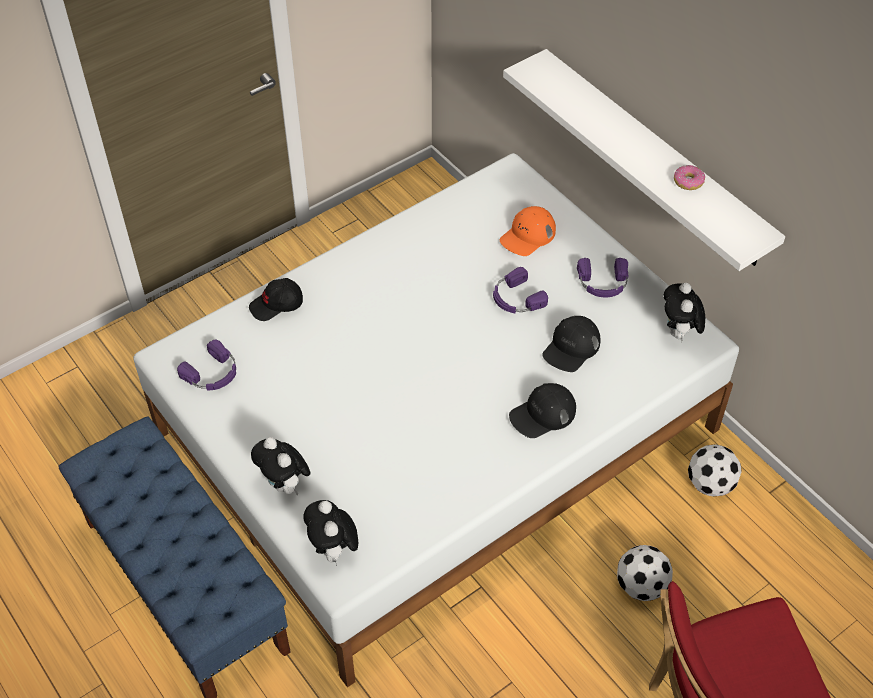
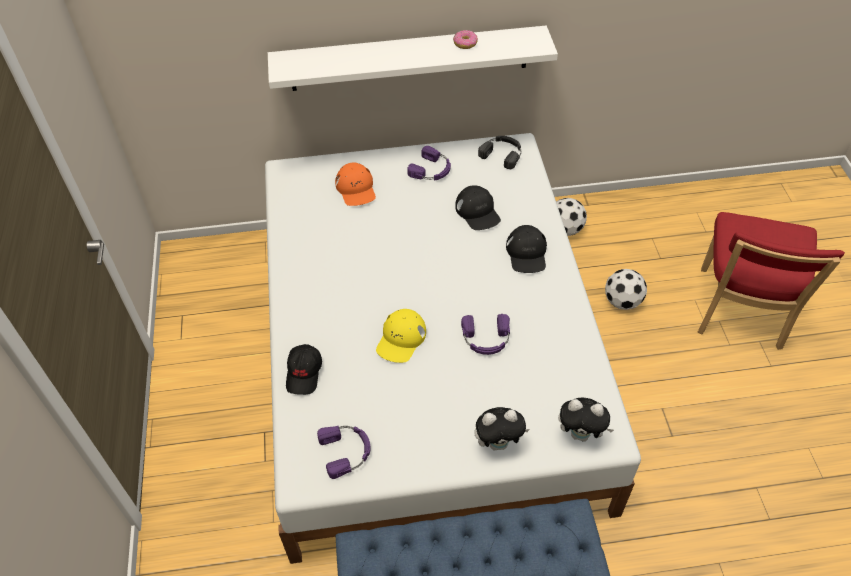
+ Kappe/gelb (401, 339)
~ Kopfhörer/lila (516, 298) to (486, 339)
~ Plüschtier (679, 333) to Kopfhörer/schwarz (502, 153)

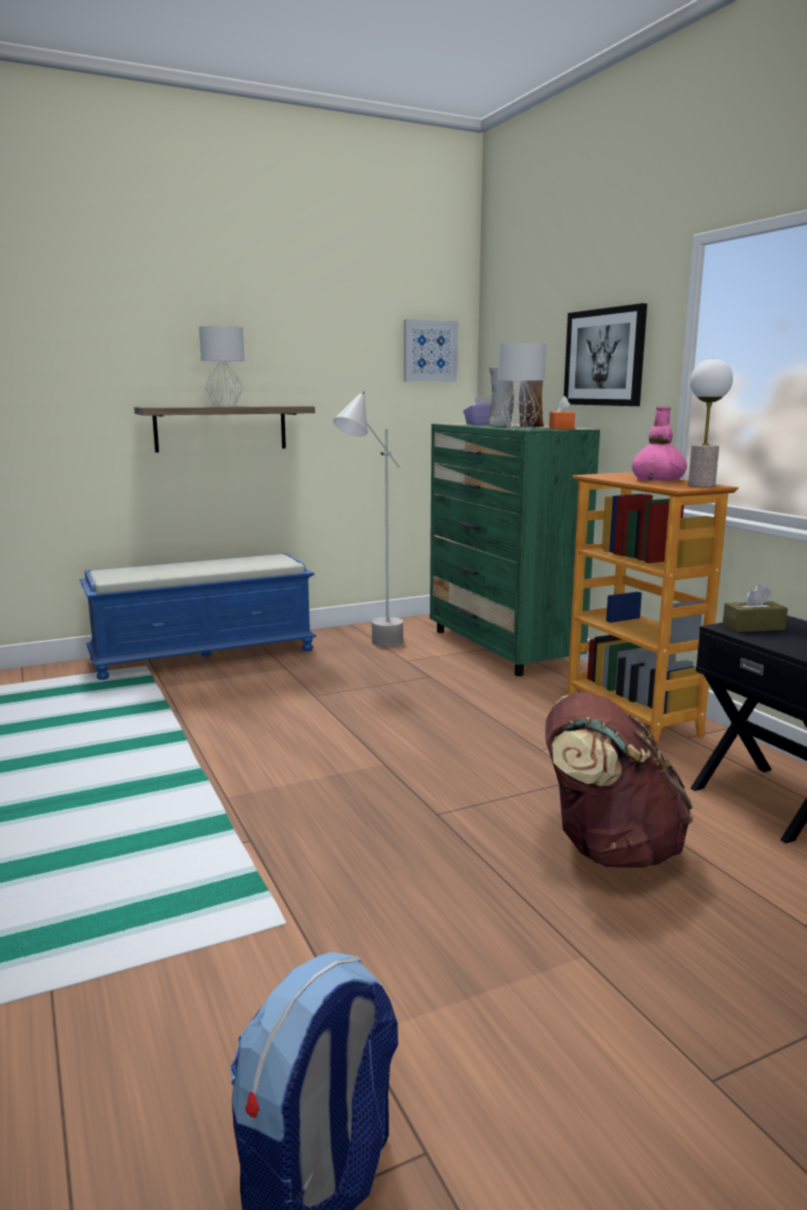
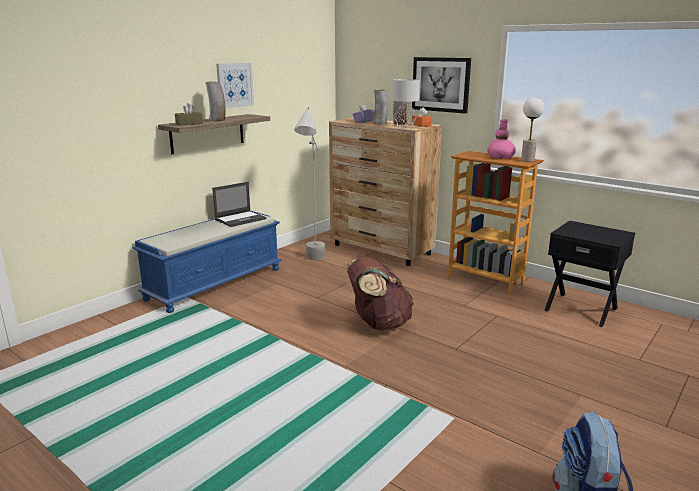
+ Laptop (241, 219)
~ Bild (430, 351) to (234, 85)
~ Rucksack/braun (608, 849) to (378, 324)
~ Taschentuchbox/braun (753, 627) to (189, 124)
~ Tischlampe/grau (224, 406) to Vase (217, 120)
~ Kommode/grün (502, 648) to Kommode/braun (381, 250)

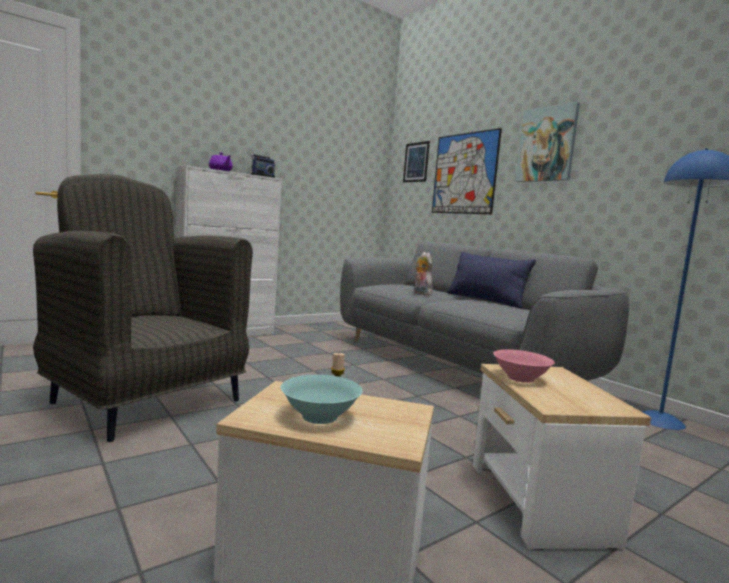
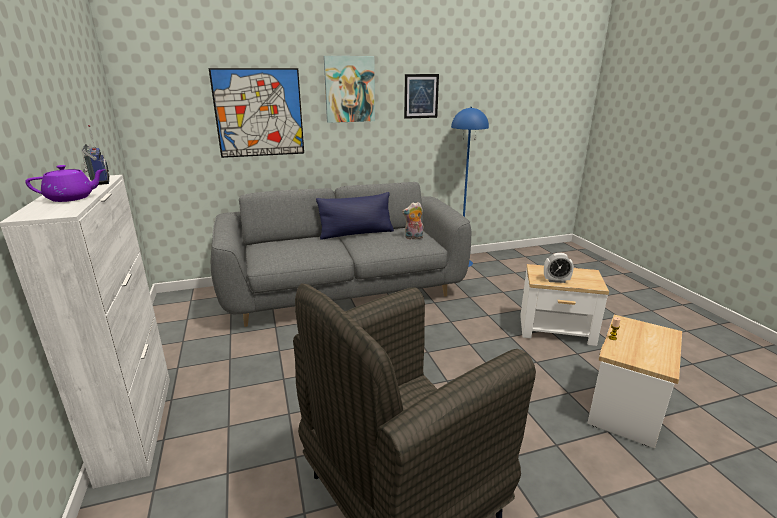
- Schüssel/türkis (318, 416)
~ Bild (416, 162) to (421, 96)
~ Plüschtier (421, 294) to (413, 238)
~ Schüssel/rosa (521, 378) to Wecker (556, 280)

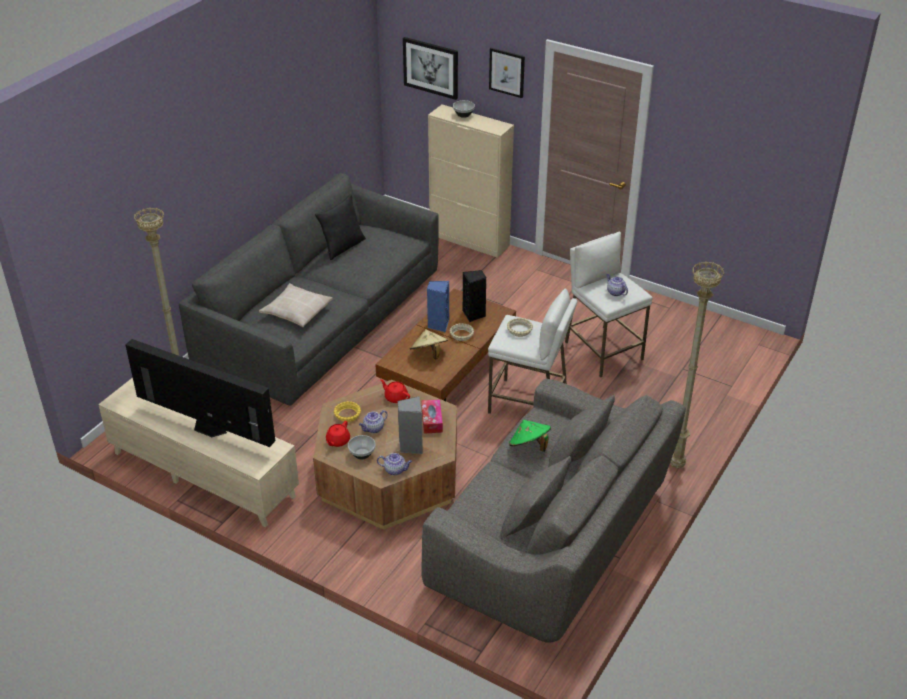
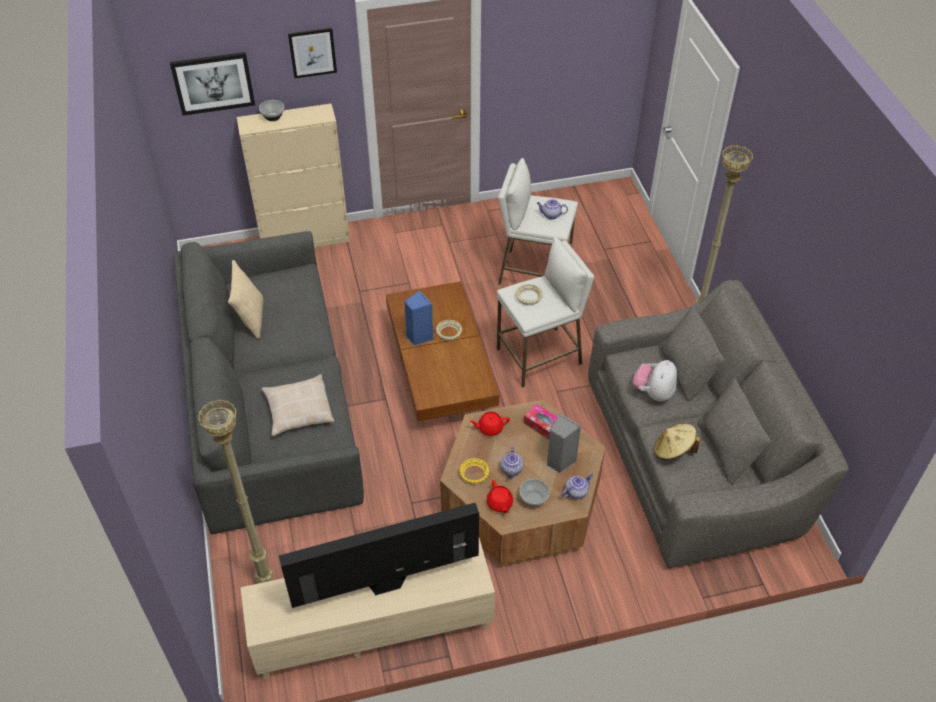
- Lautsprecher/schwarz (474, 315)
~ Hut/beige (429, 354) to (673, 450)
~ Hut/grün (529, 446) to Plüschtier (653, 392)
~ Kissen/schwarz (342, 246) to Kissen/beige (250, 318)

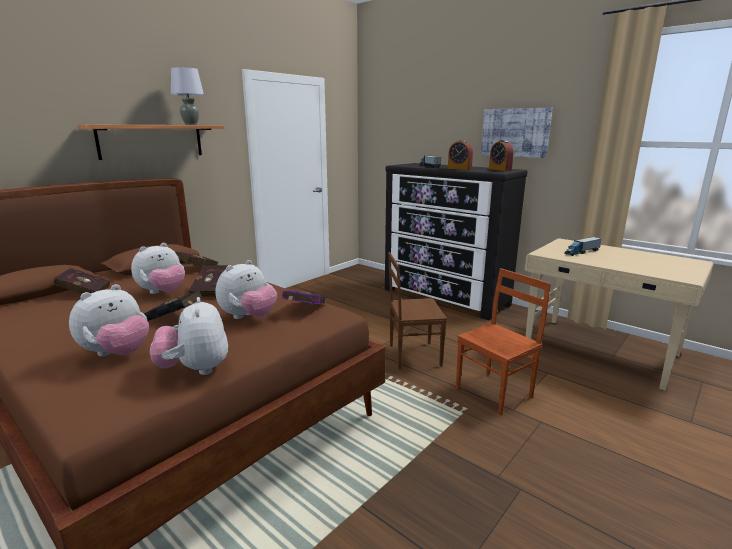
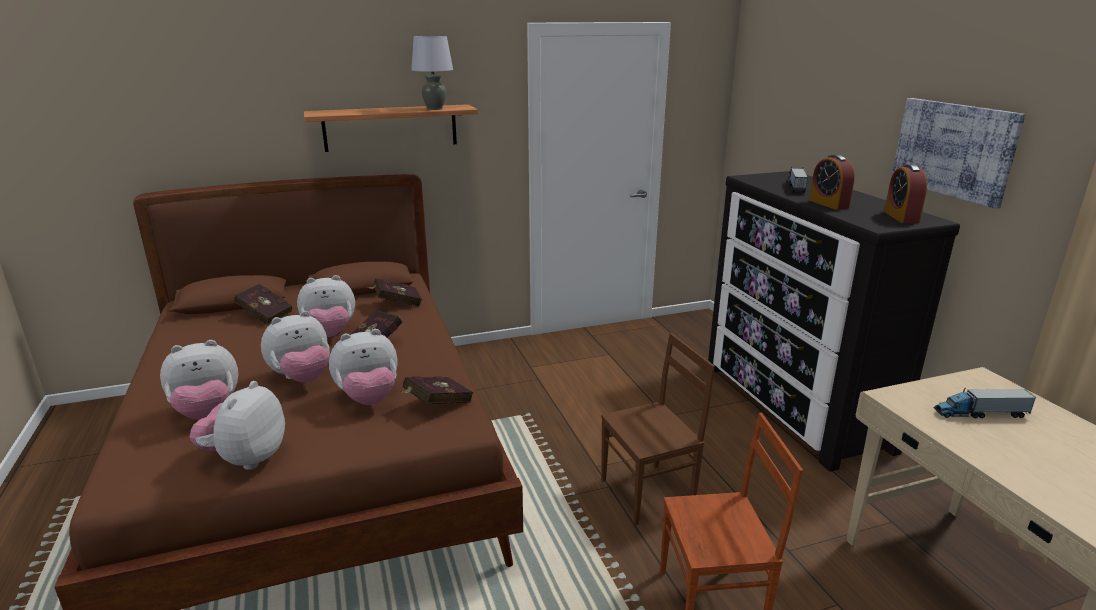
~ Buch/schwarz (177, 318) to Plüschtier (302, 378)
~ Buch/lila (304, 310) to Buch/rot (436, 405)
~ Stuhl/braun (413, 355) = (649, 494) 135 degrees clockwise

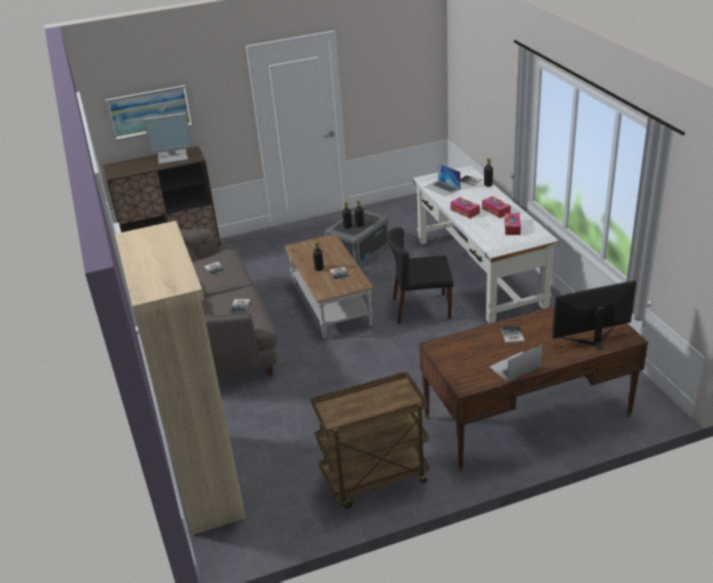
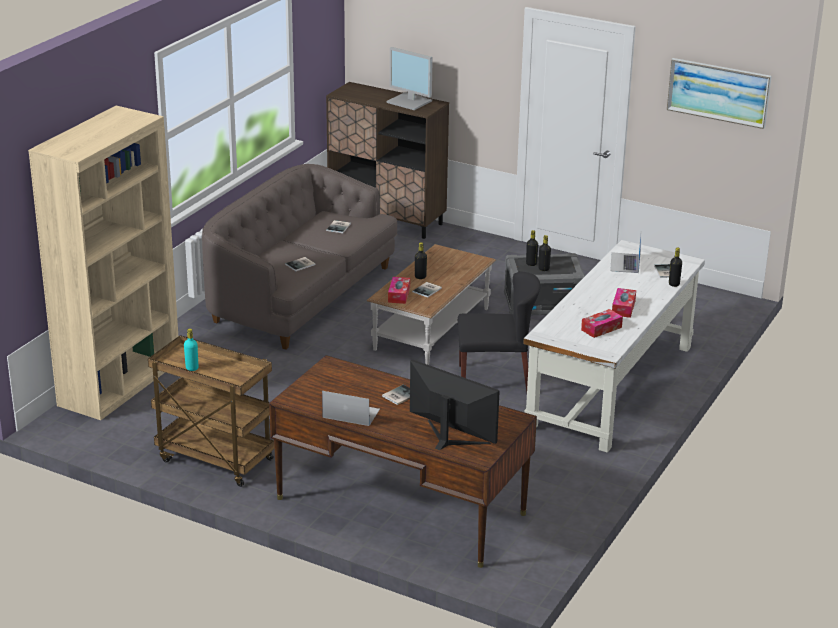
+ Flasche/türkis (192, 368)
~ Bild (150, 112) to (718, 92)
~ Taschentuchbox (464, 211) to (399, 295)
~ Stuhl/schwarz (421, 308) = (495, 379) 135 degrees clockwise

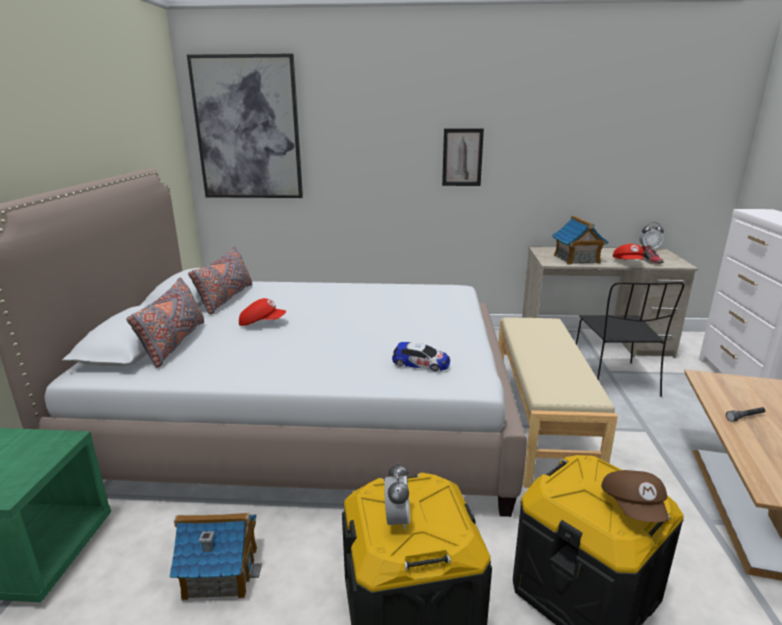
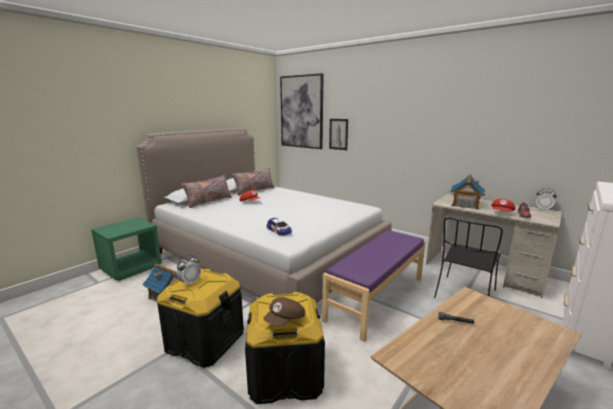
~ Bild (462, 157) to (338, 134)
~ Bank/beige (539, 423) to Bank/lila (376, 298)

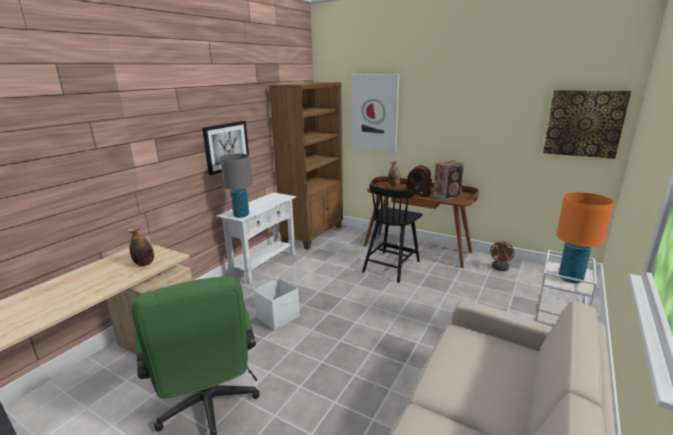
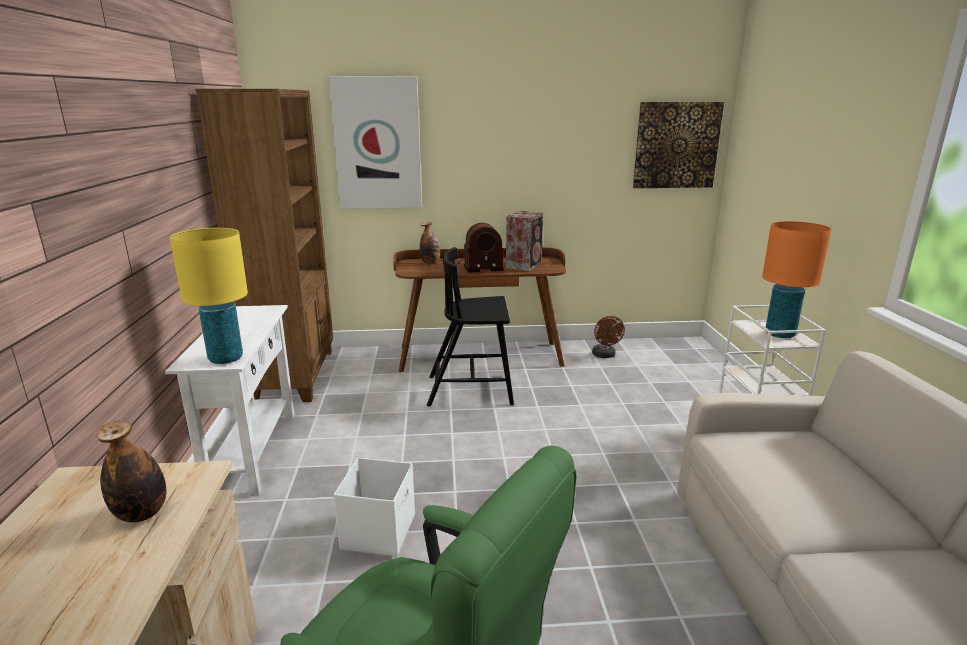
- Bild (226, 146)
~ Tischlampe/grau (241, 215) to Tischlampe/gelb (226, 358)
~ Stuhl/schwarz (391, 266) = (472, 390) 90 degrees clockwise

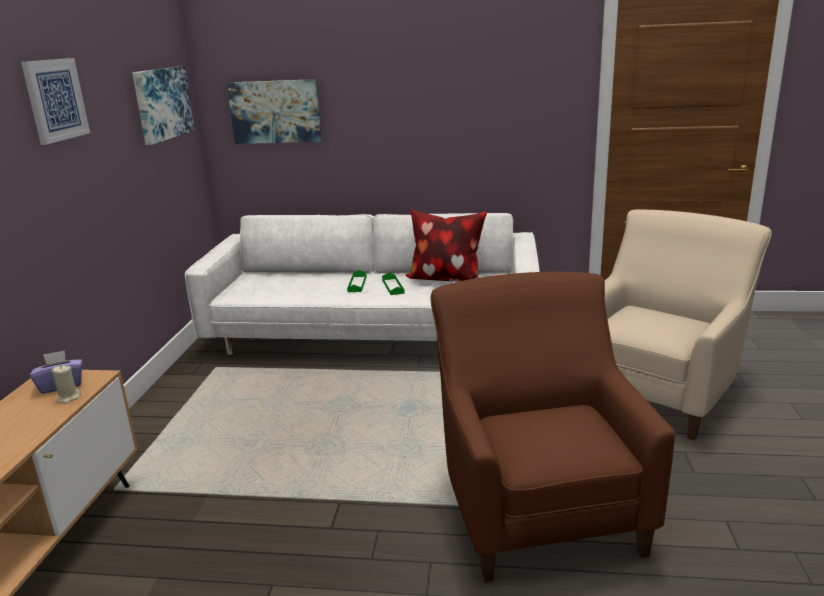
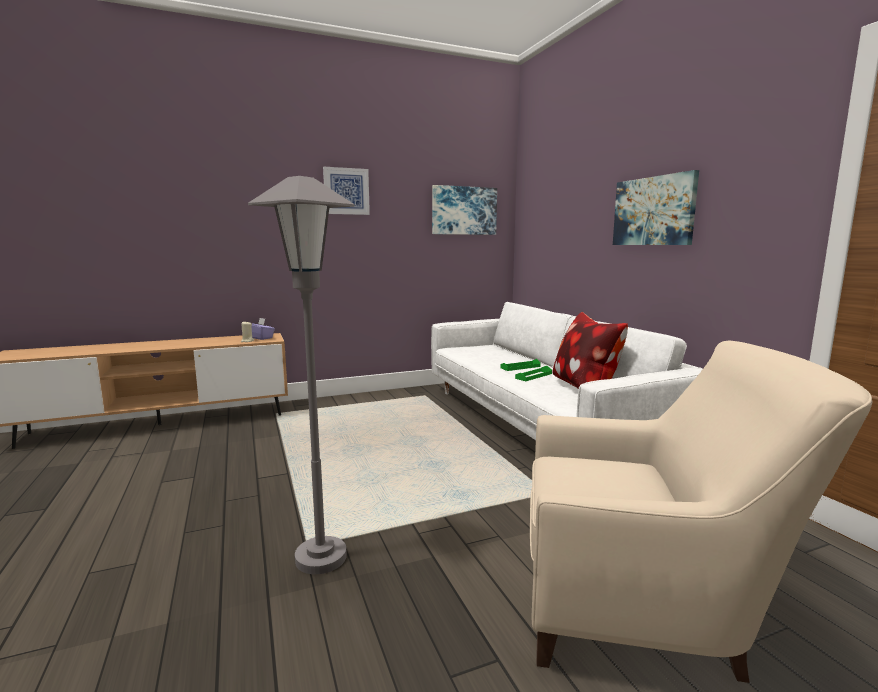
~ Bild (275, 111) to (653, 211)
~ Sessel/braun (535, 503) to Stehlampe/grau (321, 558)

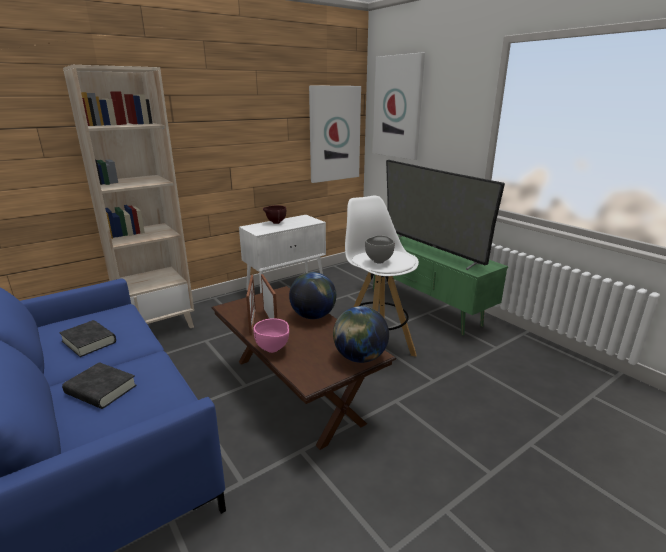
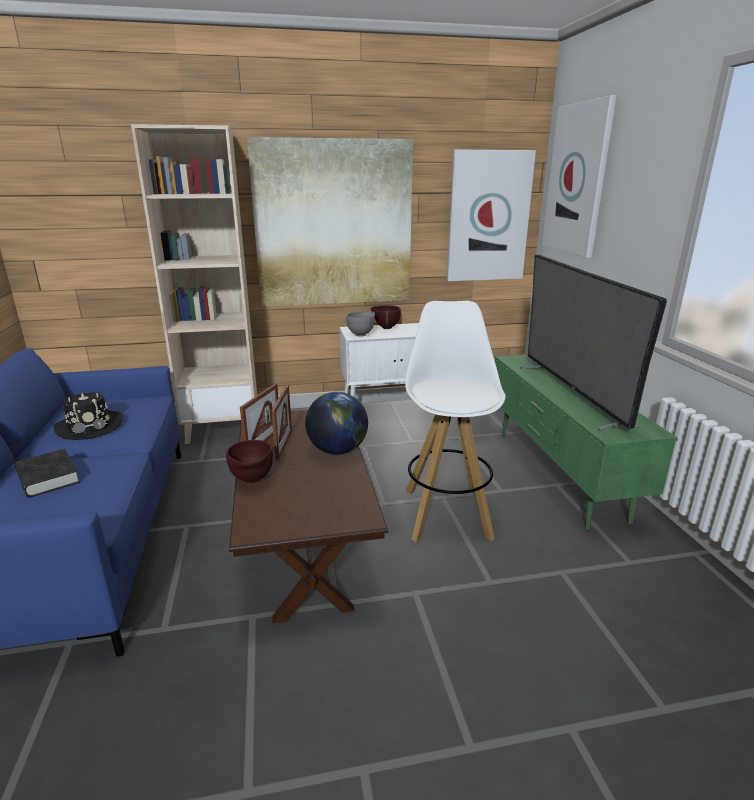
- Globus (359, 357)
+ Bild (334, 224)
~ Schüssel/grau (379, 261) to (361, 335)
~ Buch/schwarz (89, 342) to Hut/schwarz (90, 426)
~ Schüssel/rosa (273, 350) to Schüssel/braun (252, 480)

